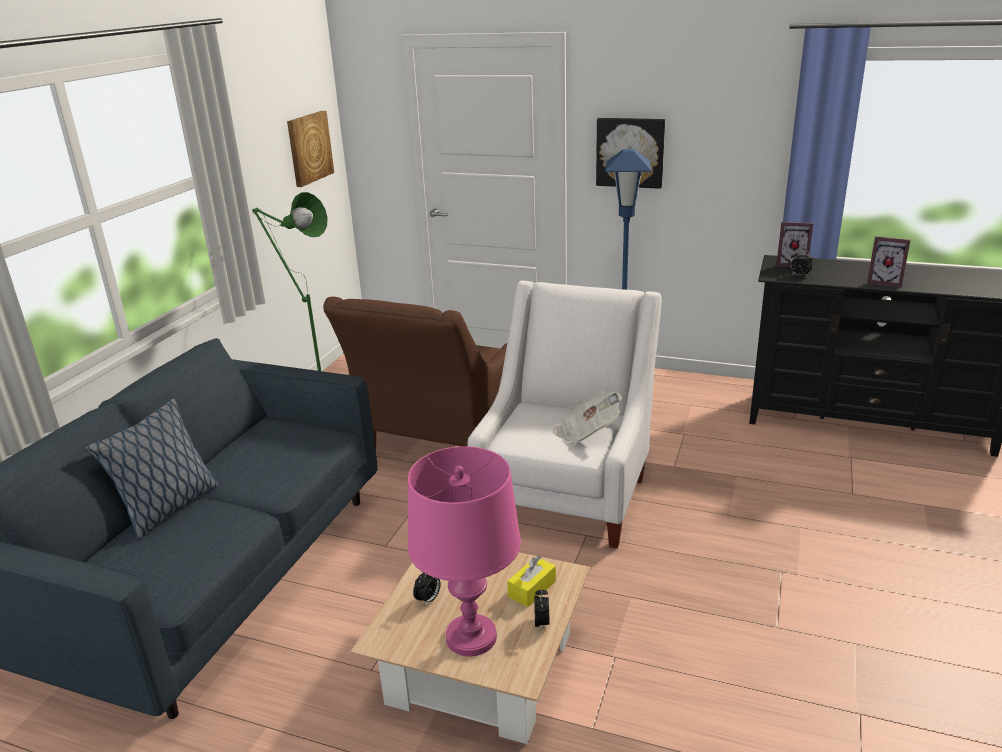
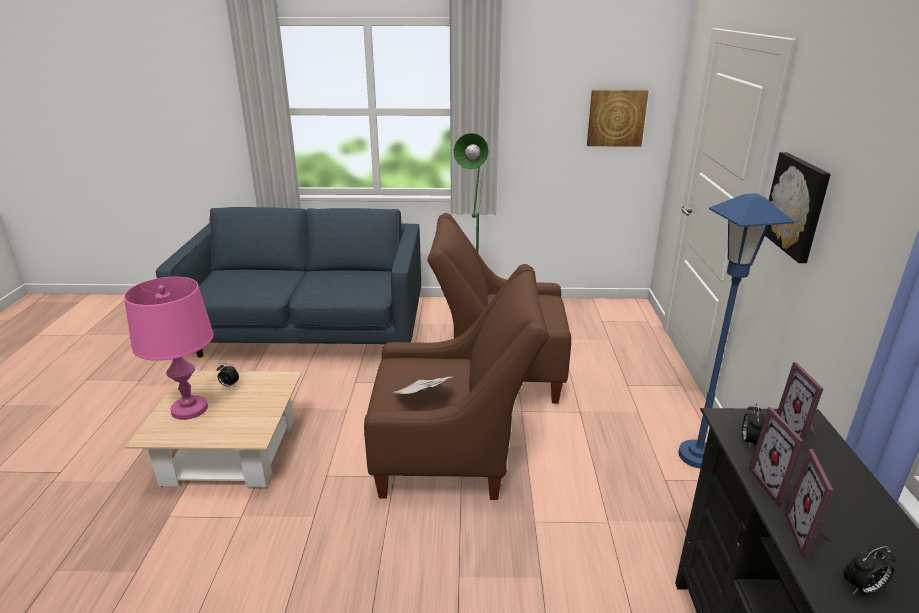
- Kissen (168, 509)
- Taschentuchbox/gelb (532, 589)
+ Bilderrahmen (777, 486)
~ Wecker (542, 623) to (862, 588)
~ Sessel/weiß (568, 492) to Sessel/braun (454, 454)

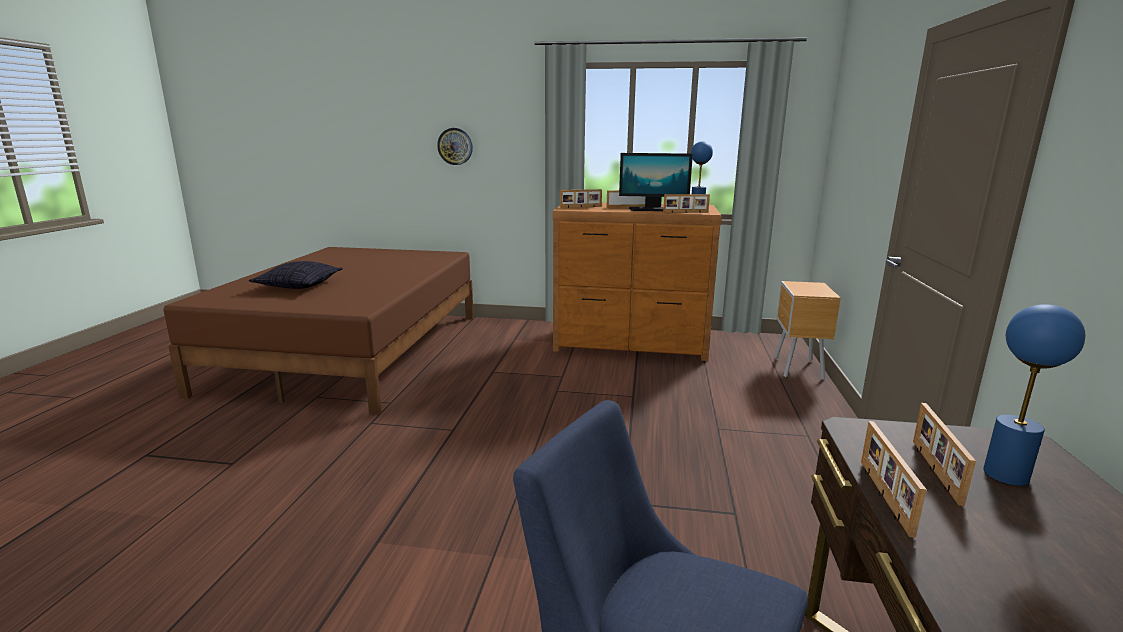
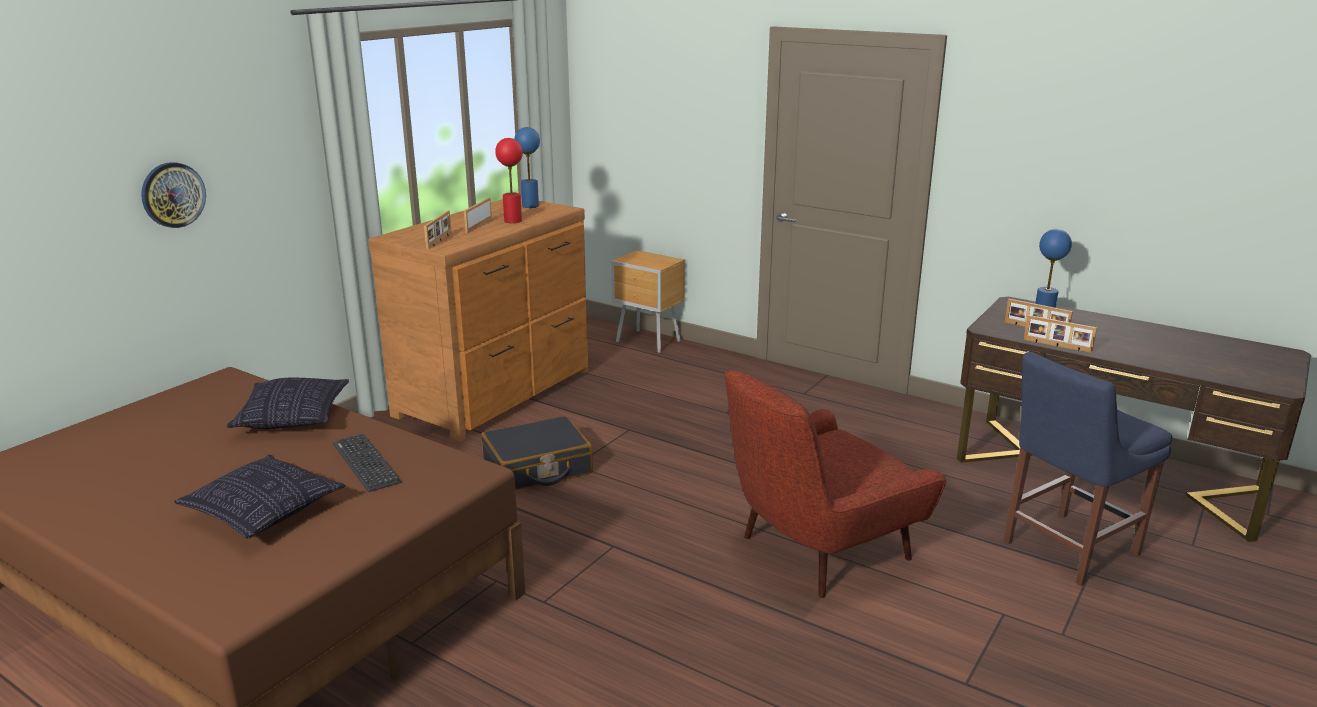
- Bilderrahmen (685, 212)
+ Kissen (292, 418)
+ Tastatur (366, 463)
+ Koffer/schwarz (537, 468)
+ Sessel/rot (817, 551)
~ Monitor (653, 210) to Tischlampe/rot (513, 221)

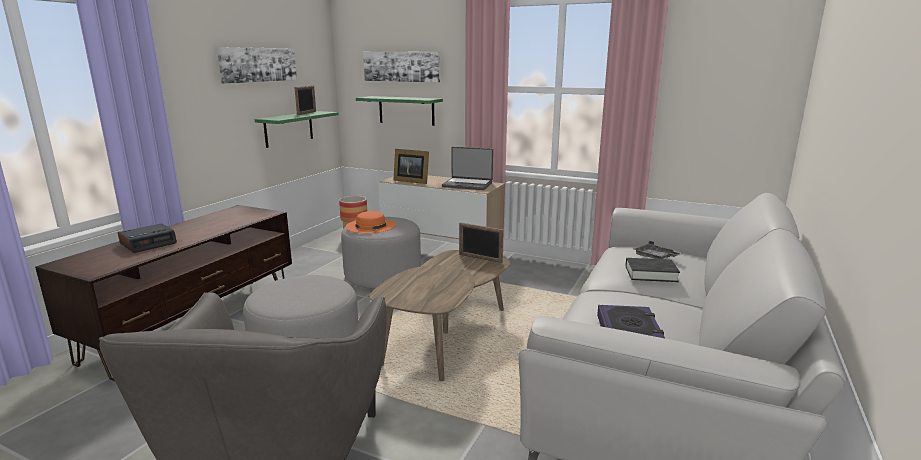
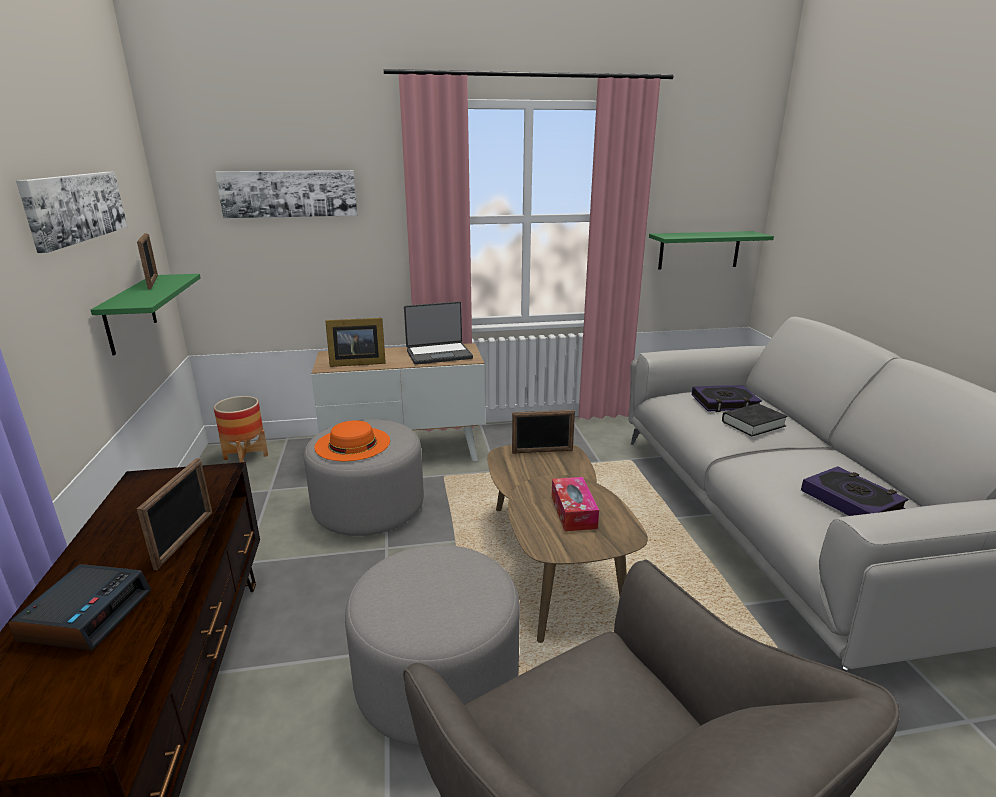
+ Bilderrahmen (185, 539)
+ Taschentuchbox (573, 511)
~ Wandregal/grün (406, 110) to (699, 250)
~ Tablett/grau (656, 257) to Buch (724, 403)

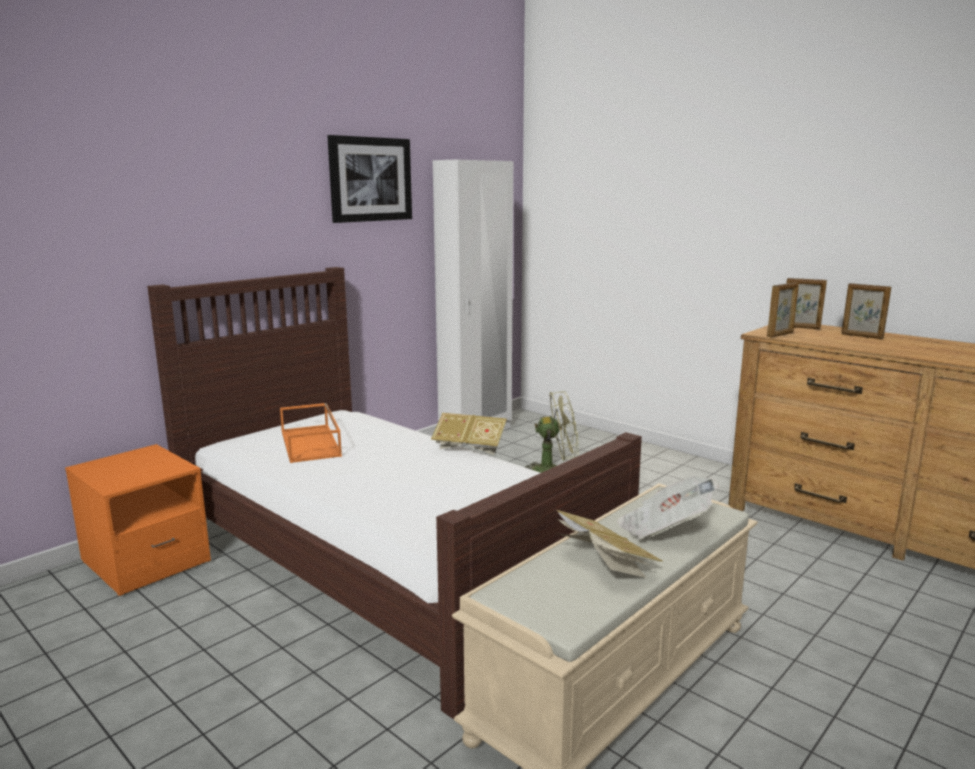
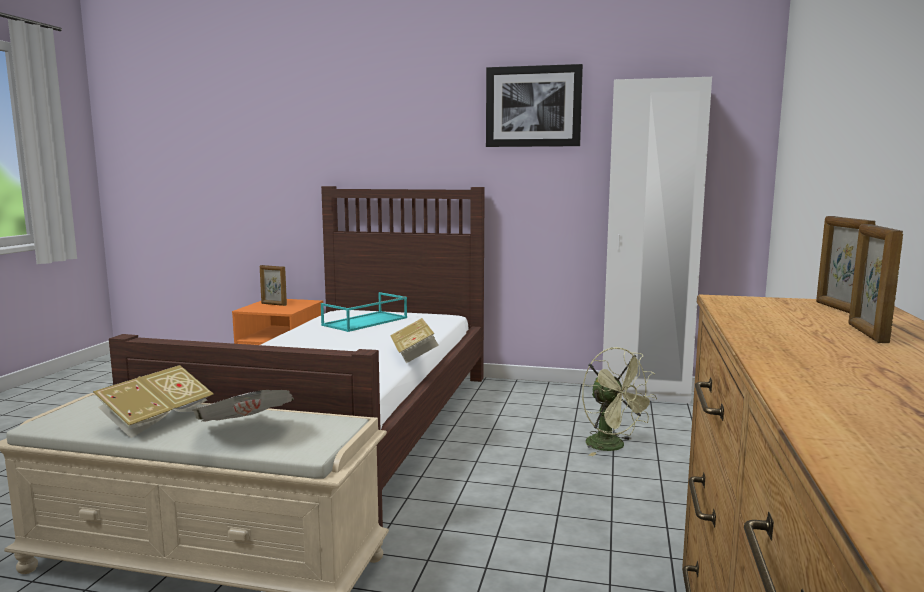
~ Bilderrahmen (780, 335) to (273, 304)
~ Tablett/orange (311, 443) to Tablett/türkis (365, 322)

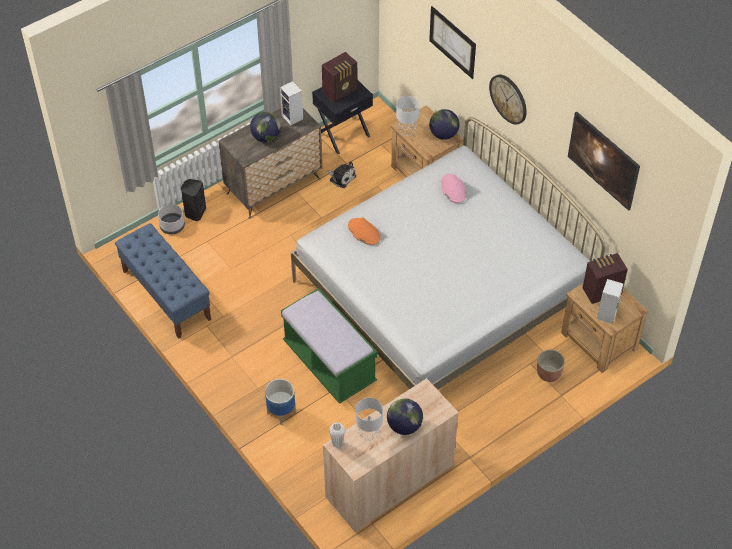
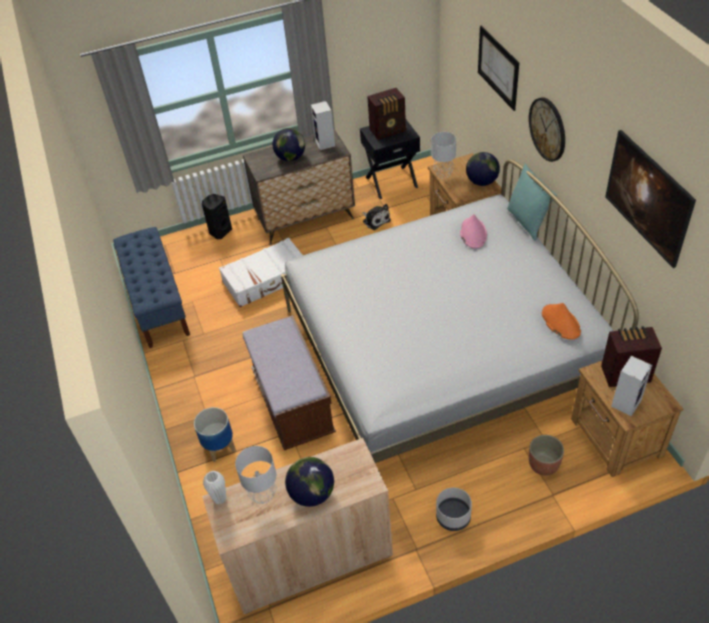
+ Koffer/weiß (267, 279)
+ Kissen/türkis (527, 222)
~ Pflanzkübel/grau (172, 226) to (453, 517)
~ Hut/orange (364, 232) to (560, 322)
~ Bank/grün (329, 363) to Bank/braun (293, 403)

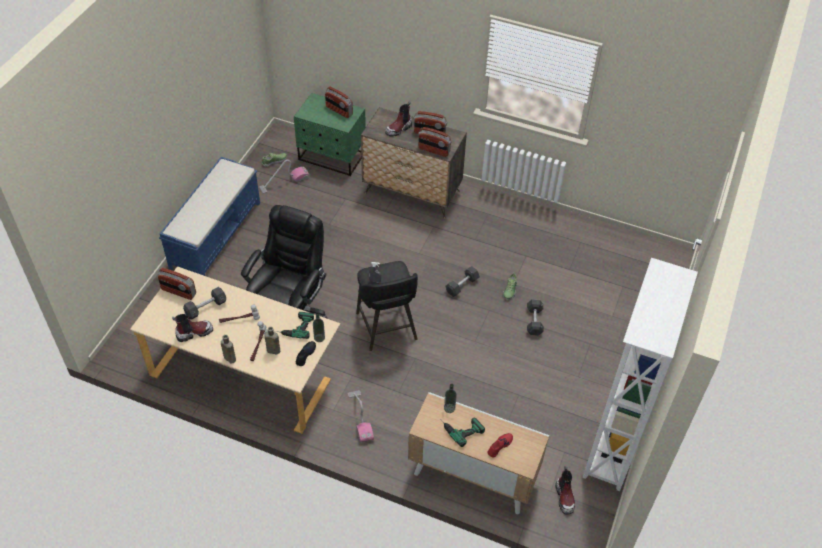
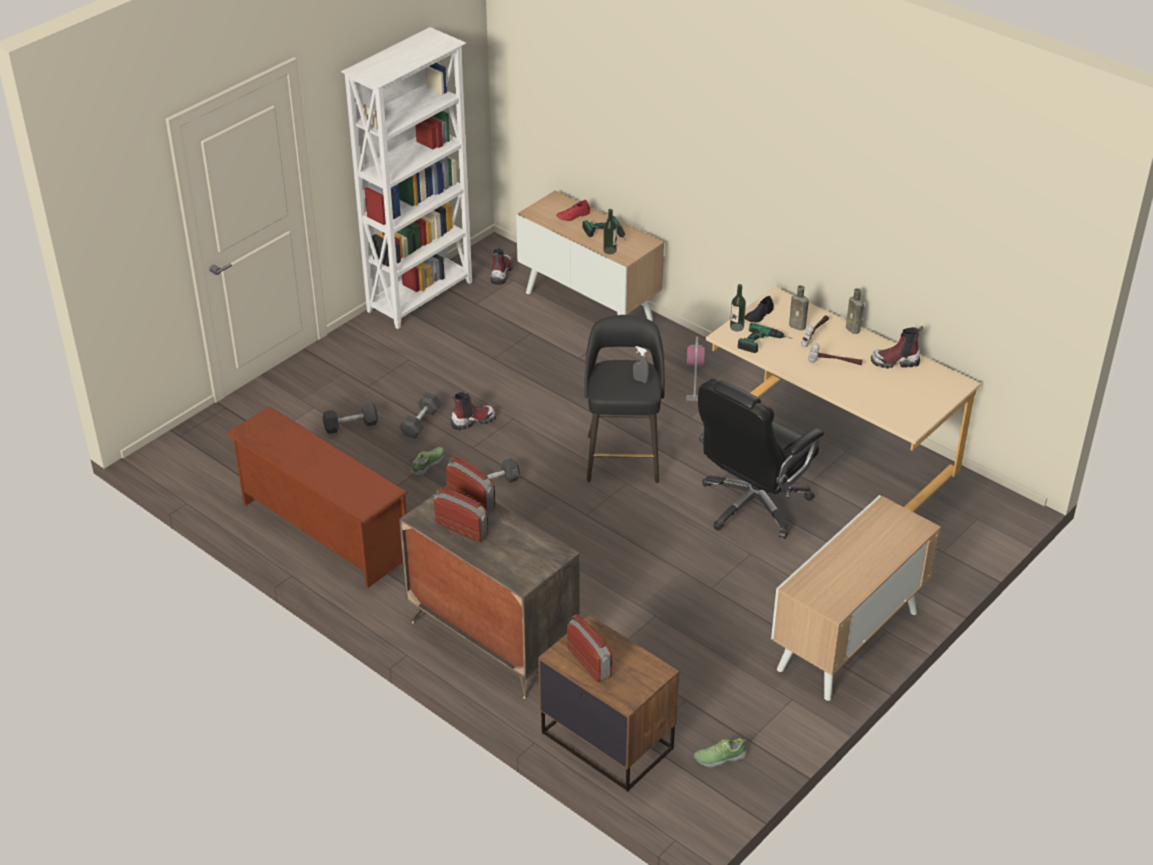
- Radio (178, 292)
- Staubsauger (284, 182)
+ Schuhregal/braun (322, 531)
~ Hantel/grau (206, 308) to (351, 425)
~ Stiefel (399, 129) to (472, 421)
~ Bank/blau (216, 234) to Schrank (848, 641)
~ Nachttisch/grün (332, 157) to Nachttisch/braun (607, 740)

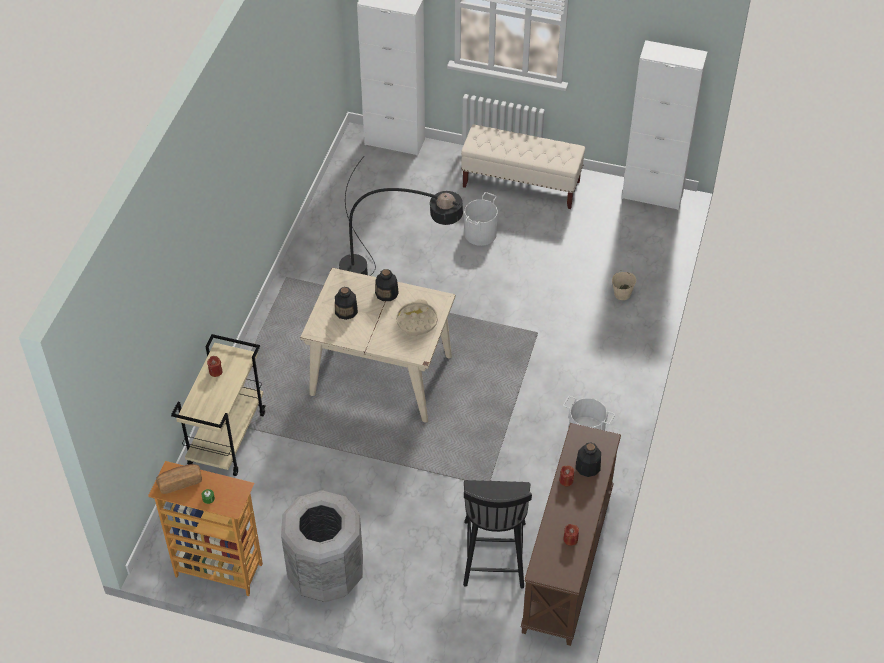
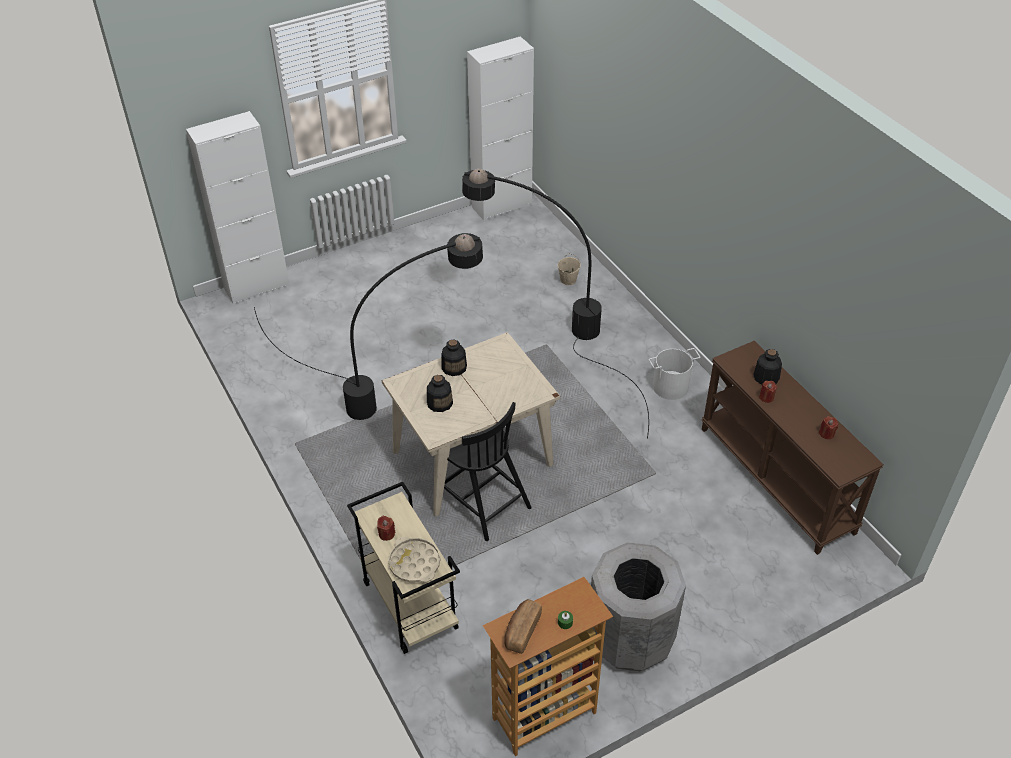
- Bank/beige (521, 184)
- Eimer/weiß (480, 233)
+ Stehlampe/schwarz (549, 337)
~ Tablett/beige (416, 321) to (414, 563)
~ Stuhl/schwarz (494, 552) to (481, 501)

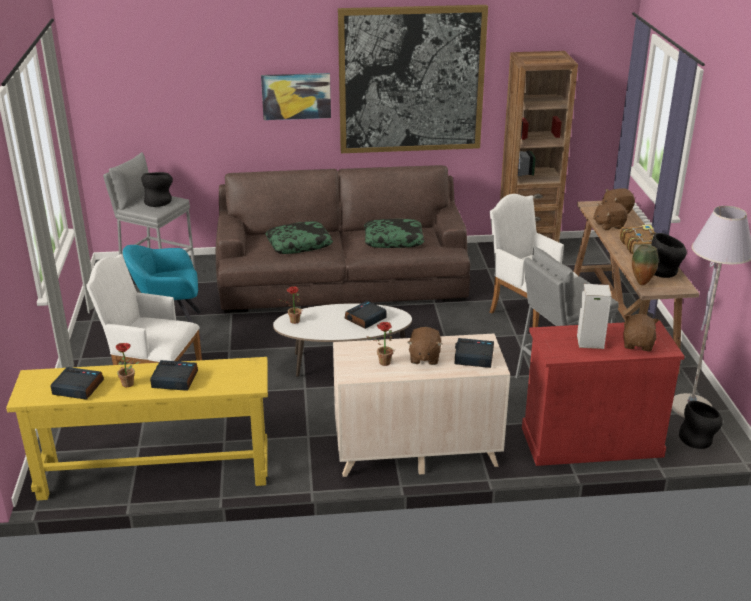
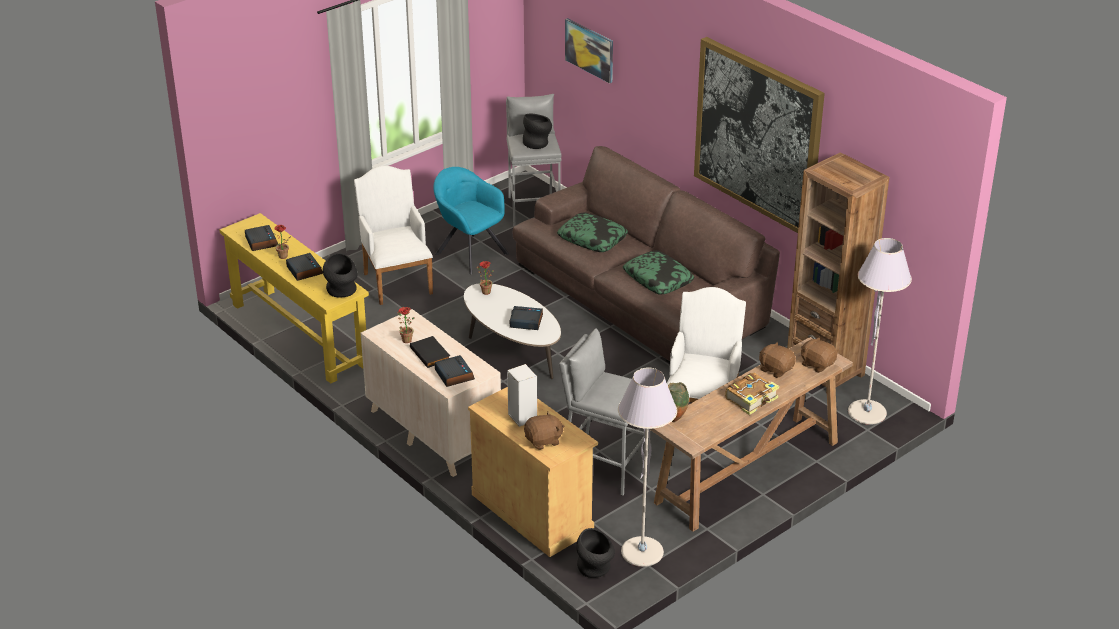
+ Stehlampe/grau (867, 413)
~ Bild (296, 96) to (589, 50)
~ Vase/schwarz (665, 272) to (342, 292)
~ Plüschtier/braun (424, 357) to Buch/schwarz (431, 354)
~ Schrank/rot (591, 441) to Schrank/beige (532, 512)

